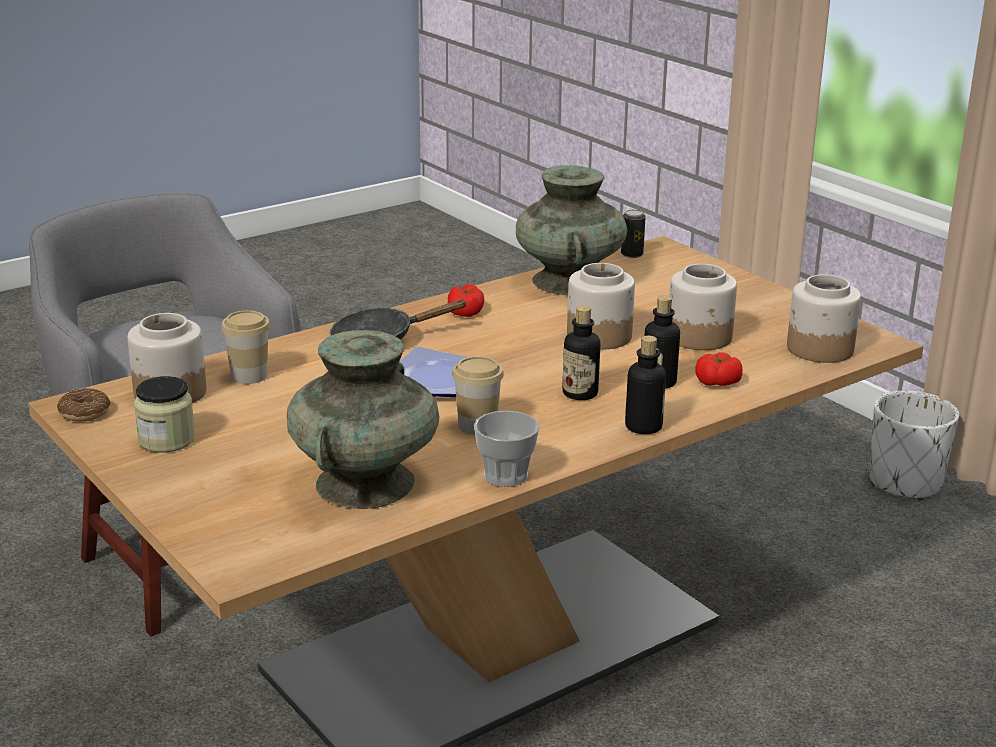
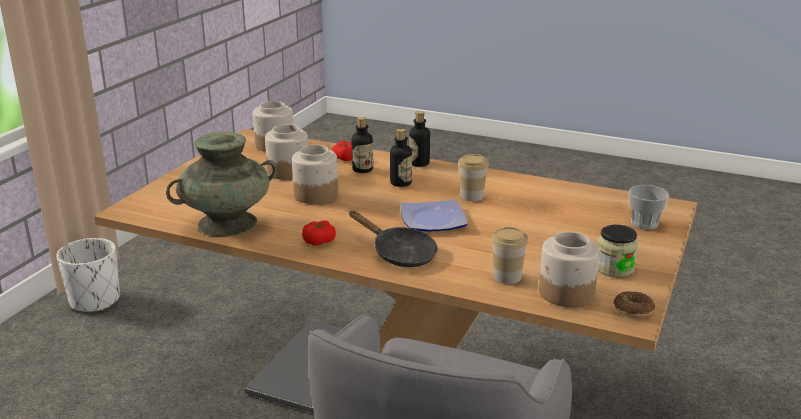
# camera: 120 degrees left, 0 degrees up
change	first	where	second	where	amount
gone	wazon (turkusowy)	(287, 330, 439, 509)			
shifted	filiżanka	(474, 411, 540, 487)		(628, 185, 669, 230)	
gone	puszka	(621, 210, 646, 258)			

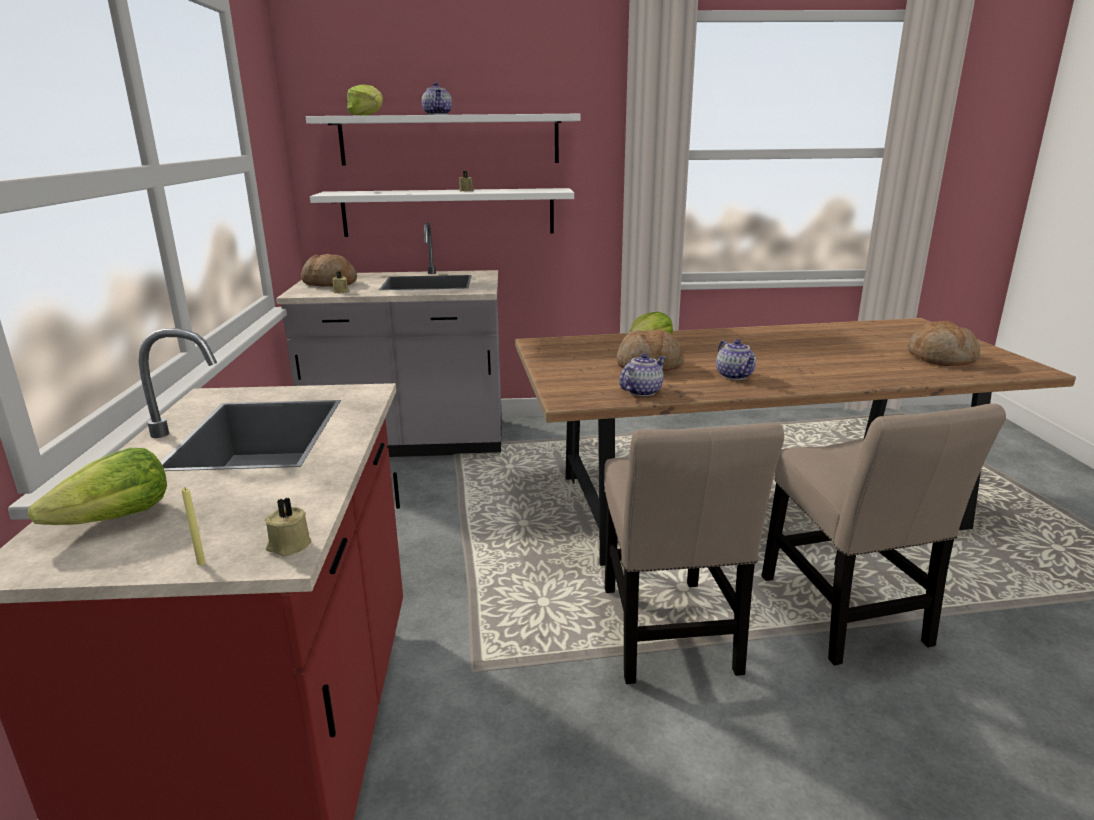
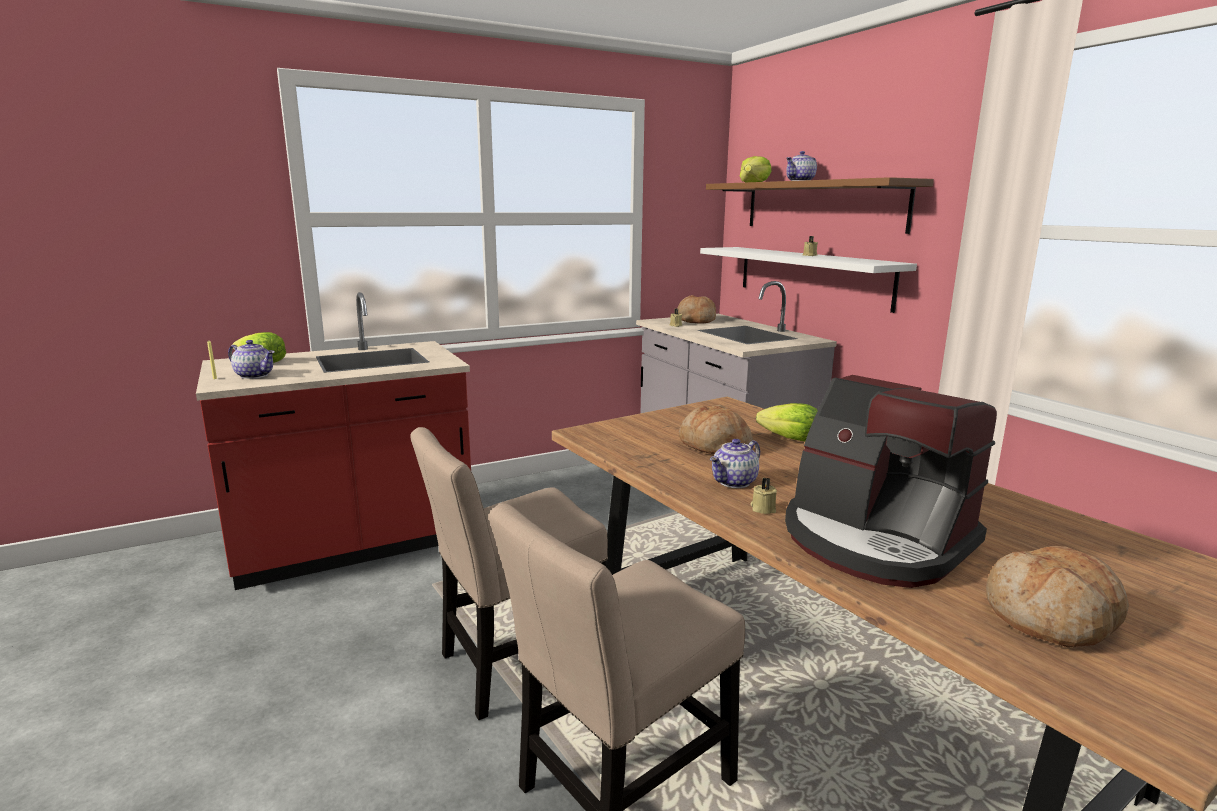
# camera: 65 degrees right, 5 degrees down
change	first	where	second	where	amount
shifted	świeca (beżowy)	(265, 497, 312, 557)		(750, 477, 777, 514)	
repainted	półka (biały)	(306, 114, 580, 166)	półka (brązowy)	(706, 177, 934, 234)	
shifted	imbryk	(619, 353, 666, 396)		(228, 340, 274, 379)	
new			ekspres do kawy	(785, 375, 997, 588)	

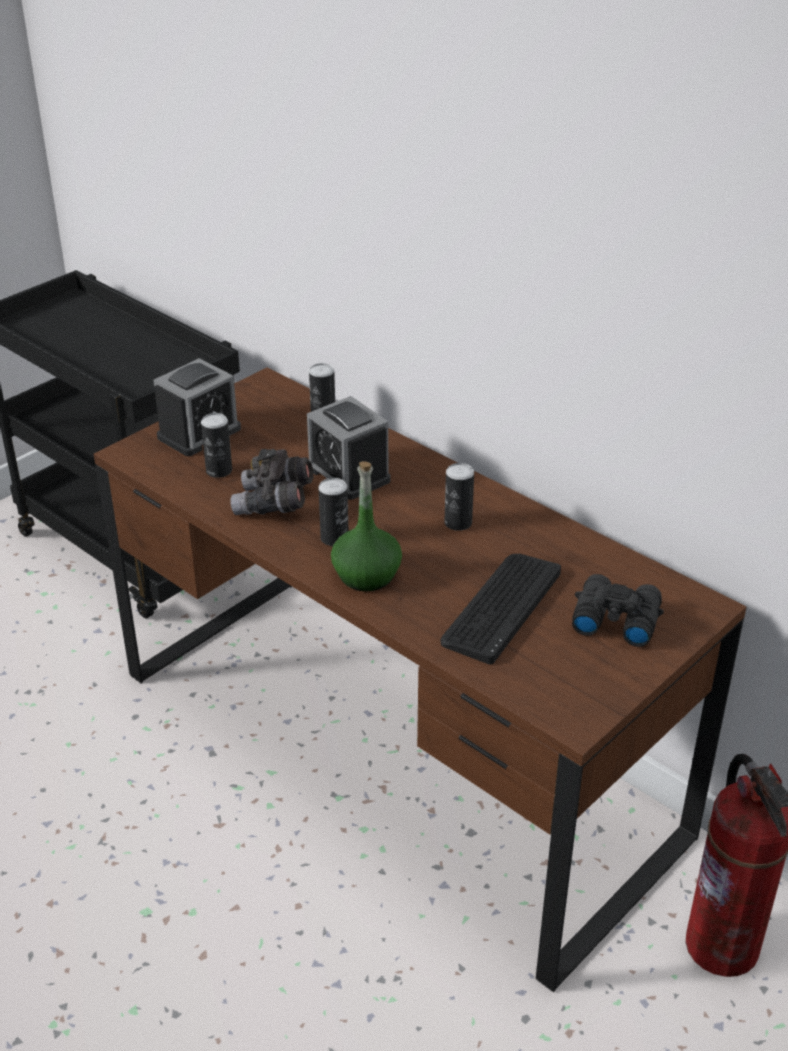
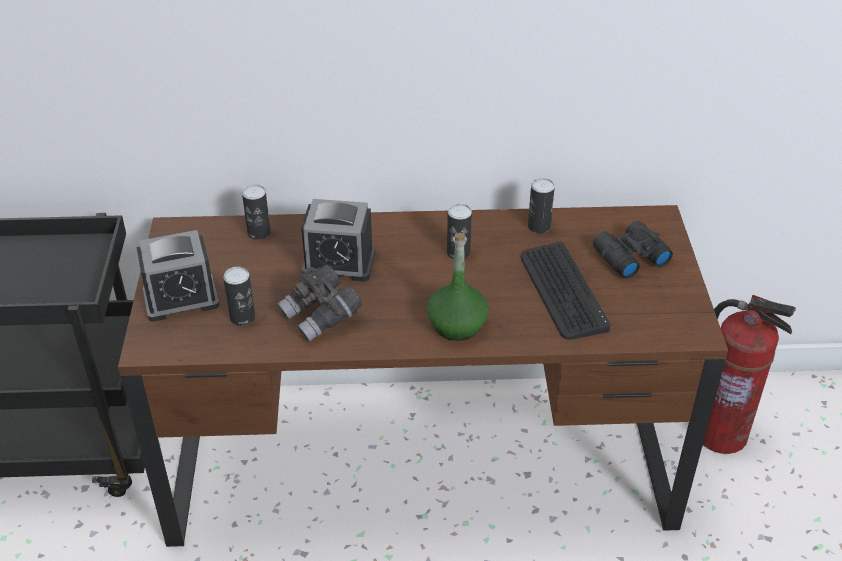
# camera: 45 degrees left, 5 degrees up
change	first	where	second	where	amount
rotated	budzik	(154, 358, 241, 456)		(137, 230, 219, 322)	75 degrees clockwise
shifted	puszka	(319, 478, 349, 546)		(528, 178, 555, 233)	

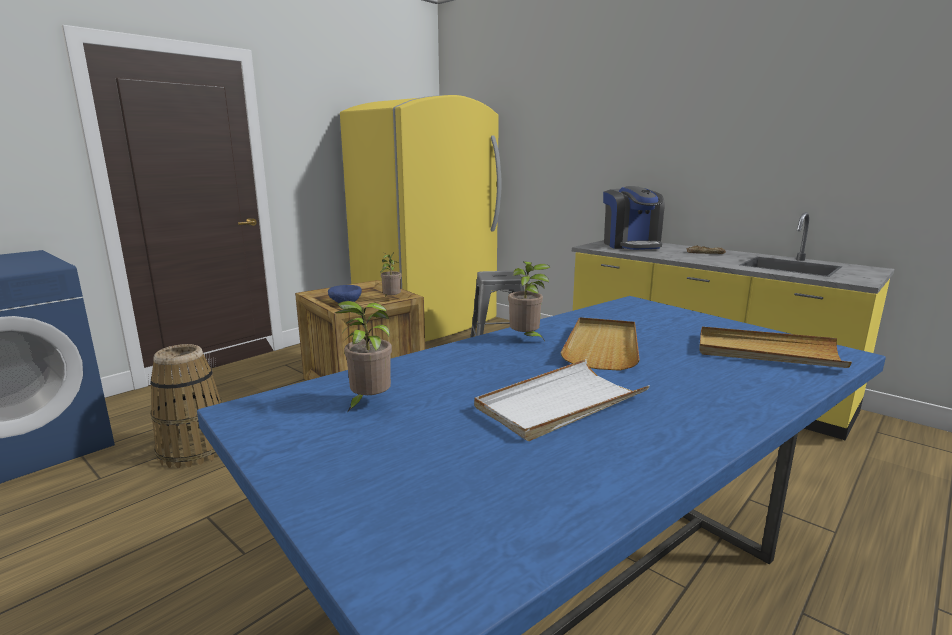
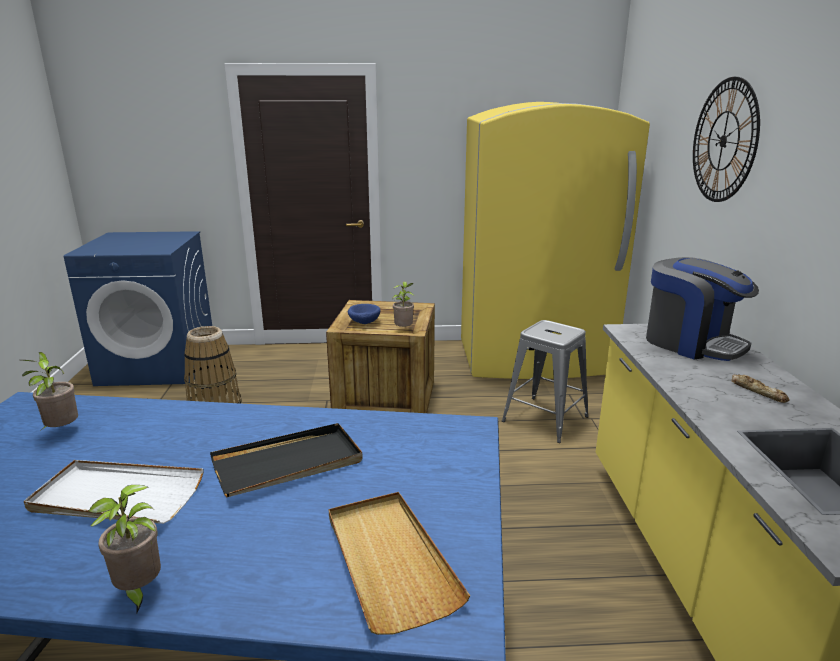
# camera: 45 degrees right, 5 degrees up
change	first	where	second	where	amount
shifted	roślina doniczkowa	(508, 261, 550, 341)		(88, 485, 161, 613)	
repainted	taca (beżowy)	(560, 317, 640, 371)	taca (czarny)	(210, 423, 363, 497)	
rotated	ekspres do kawy	(603, 186, 665, 250)		(646, 257, 759, 361)	75 degrees counterclockwise
new			zegar ścienny	(693, 77, 760, 202)	

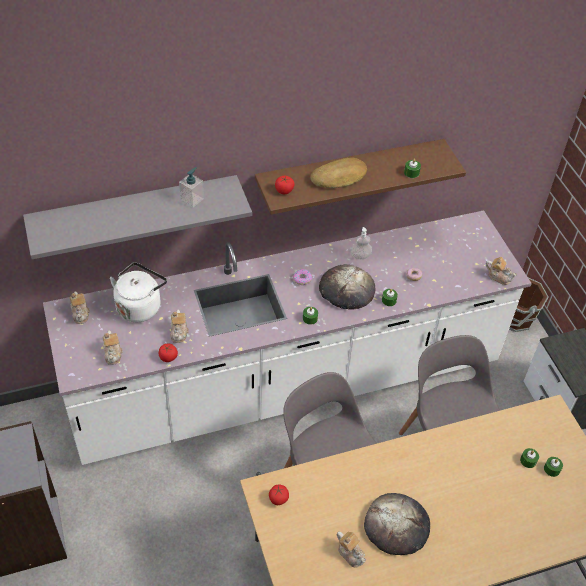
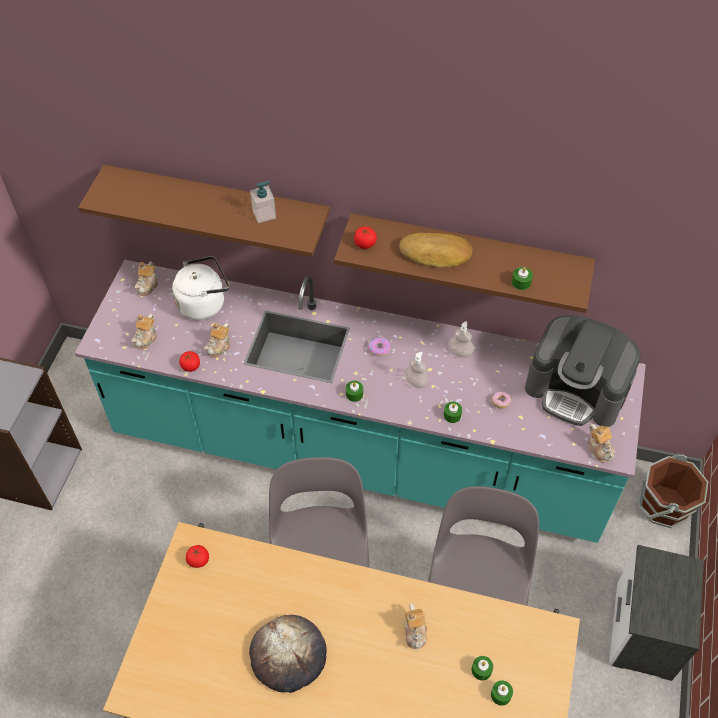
# camera: 35 degrees right, 5 degrees up
change	first	where	second	where	amount
repainted	półka (szary)	(23, 175, 252, 259)	półka (brązowy)	(78, 165, 330, 257)	
repainted	zabudowa kuchenna (biały)	(43, 210, 532, 465)	zabudowa kuchenna (turkusowy)	(75, 260, 646, 543)	
swapped	chleb	(319, 264, 376, 310)	dozownik mydła	(405, 352, 429, 388)	
shifted	imbryk	(337, 532, 366, 568)		(404, 604, 427, 649)	
new			ekspres do kawy	(525, 316, 641, 427)	

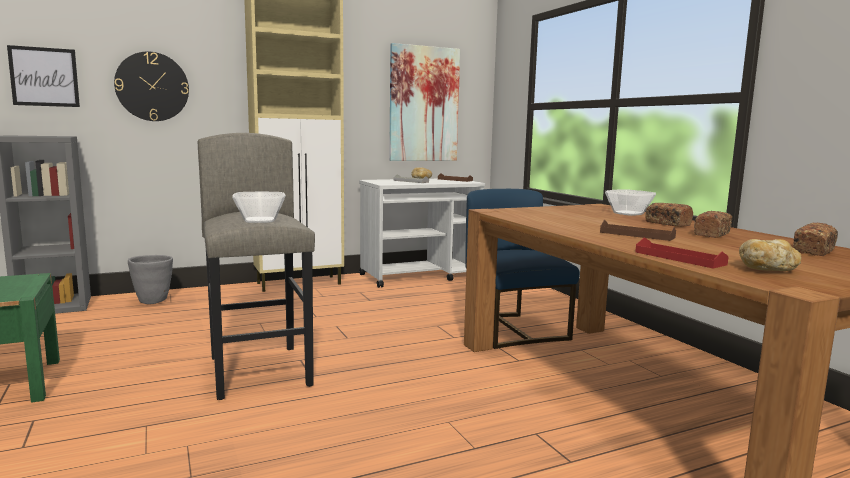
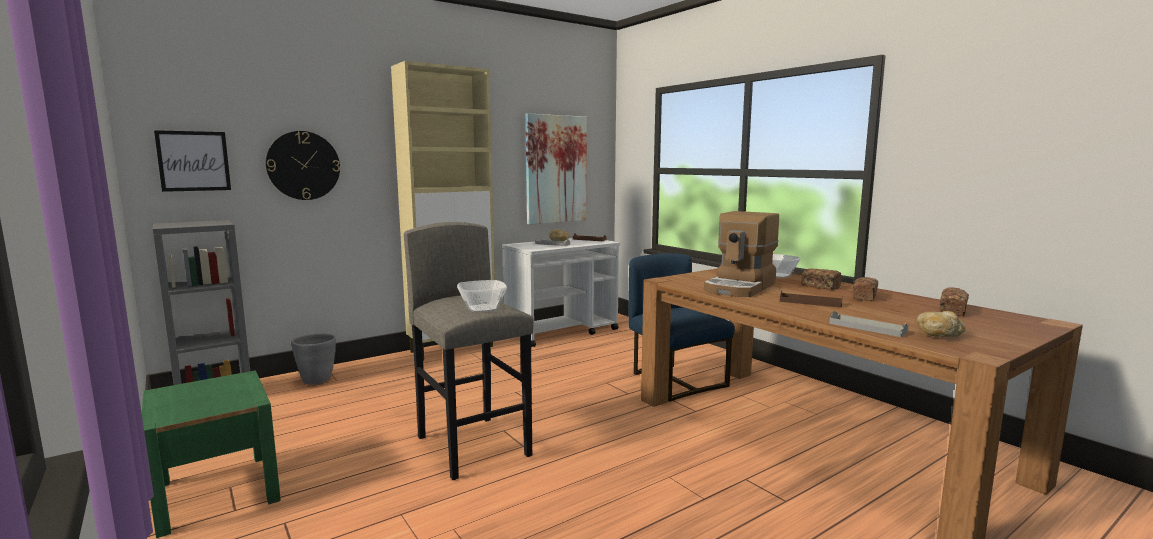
# camera: 10 degrees left, 0 degrees up
change	first	where	second	where	amount
repainted	taca (czerwony)	(635, 237, 729, 269)	taca (szary)	(829, 311, 909, 337)	
new			ekspres do kawy	(704, 211, 779, 297)	

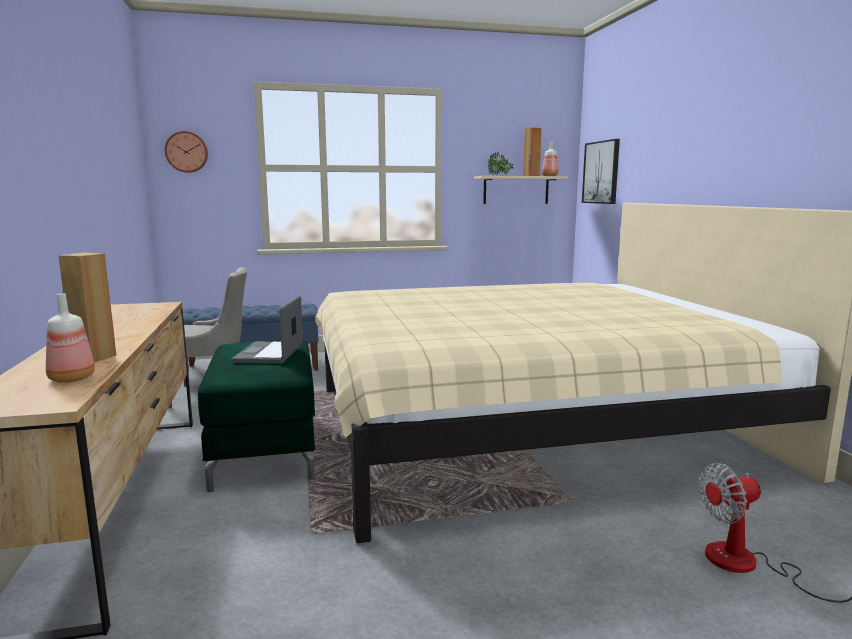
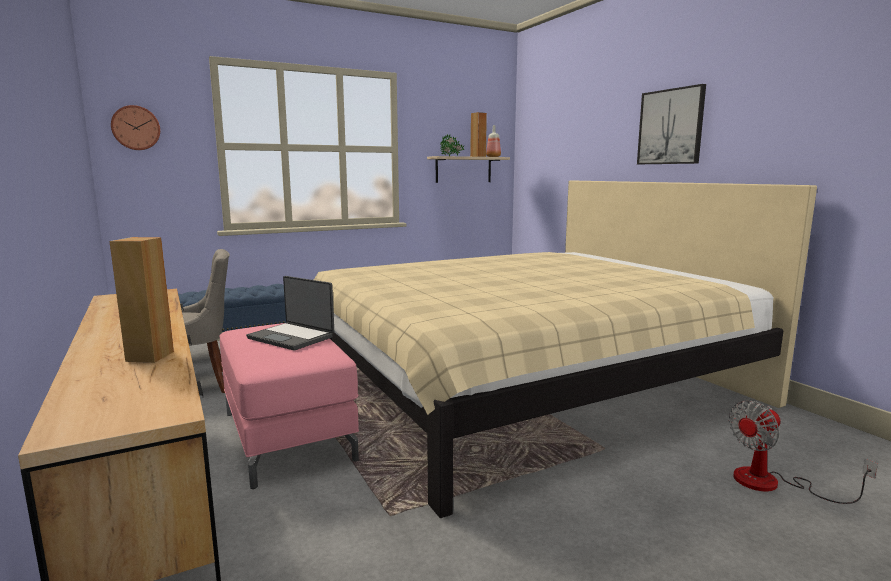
# camera: 15 degrees left, 0 degrees up
change	first	where	second	where	amount
gone	butelka	(46, 293, 95, 383)			
repainted	pufa (zielony)	(198, 340, 315, 492)	pufa (różowy)	(220, 323, 359, 489)	
rotated	laptop	(232, 296, 303, 364)		(246, 276, 334, 350)	45 degrees counterclockwise
shifted	obraz	(582, 139, 620, 204)		(637, 84, 706, 164)	

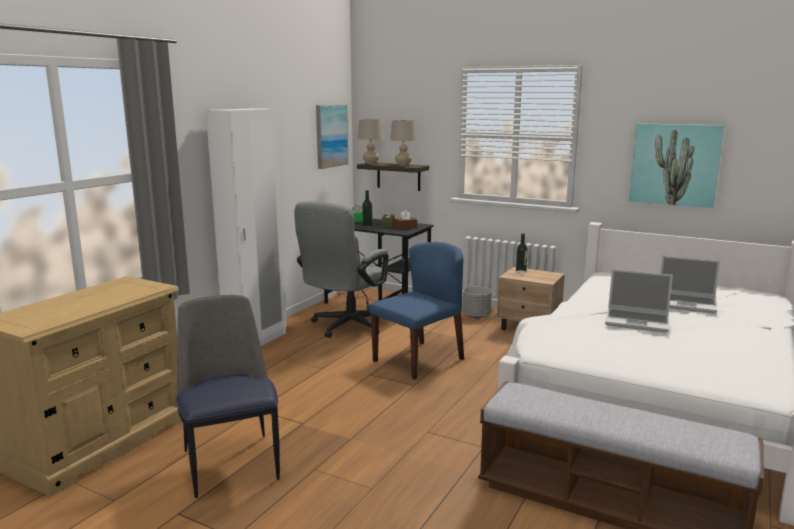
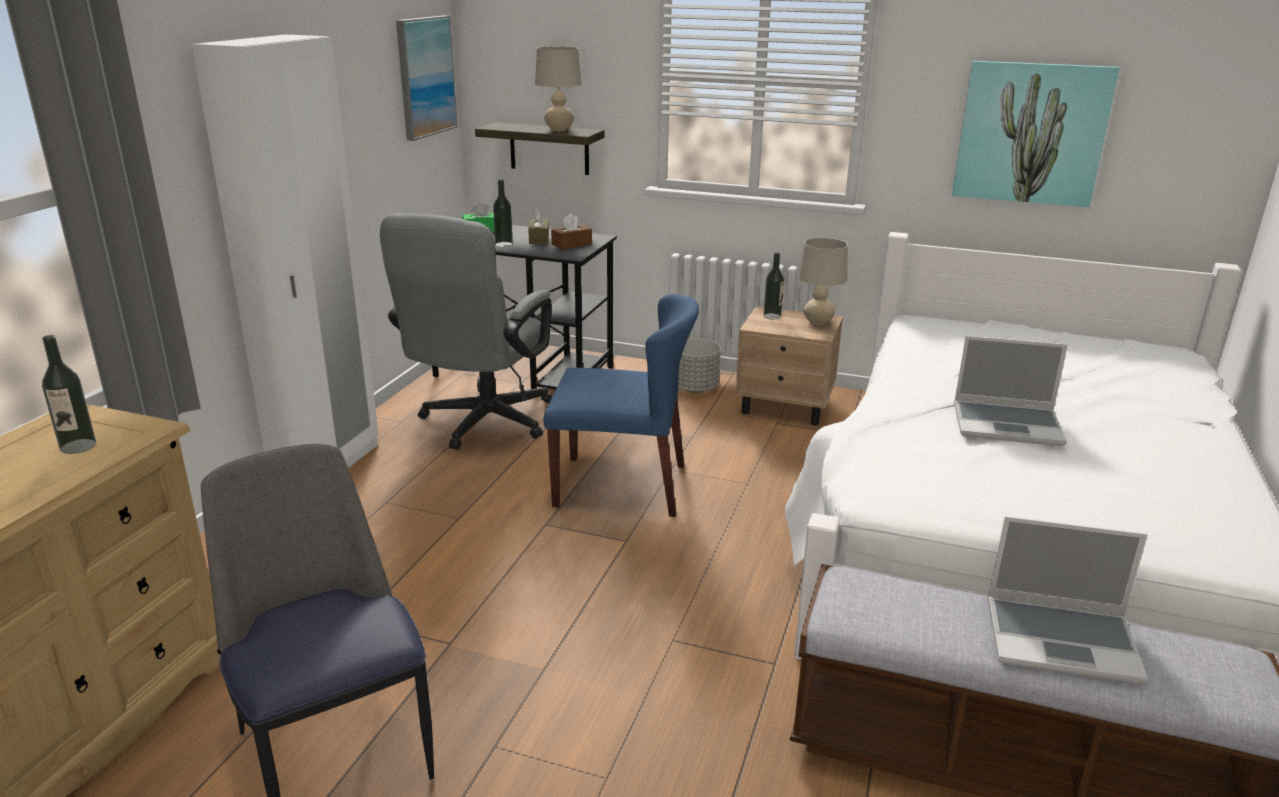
# camera: 10 degrees left, 10 degrees up
change	first	where	second	where	amount
shifted	lampa stołowa (beżowy)	(358, 119, 383, 164)		(798, 238, 848, 325)	
rotated	krzesło (niebieski)	(369, 242, 464, 380)		(544, 294, 699, 517)	60 degrees clockwise
shifted	laptop	(660, 256, 720, 314)		(988, 516, 1148, 684)	
new			butelka	(42, 335, 96, 454)	

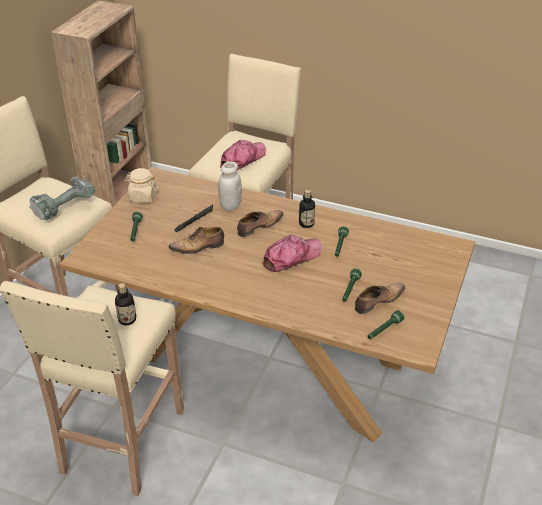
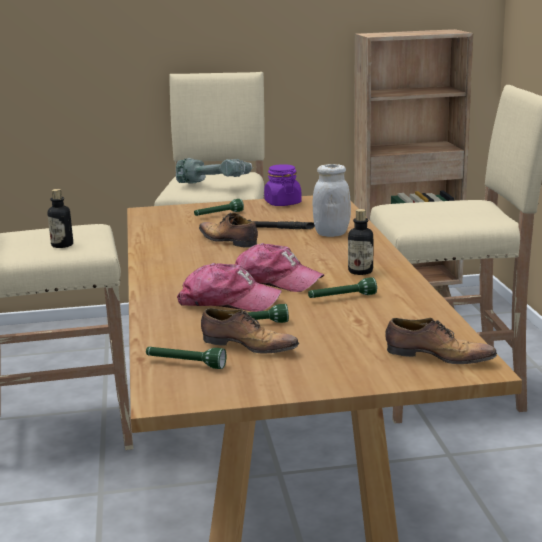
# camera: 60 degrees right, 20 degrees down
change	first	where	second	where	amount
repainted	słoik (beżowy)	(125, 168, 158, 203)	słoik (fioletowy)	(264, 164, 302, 206)	
shifted	czapka z daszkiem	(220, 140, 266, 170)		(177, 263, 282, 312)	
shifted	but	(237, 210, 284, 237)		(386, 318, 497, 364)	

